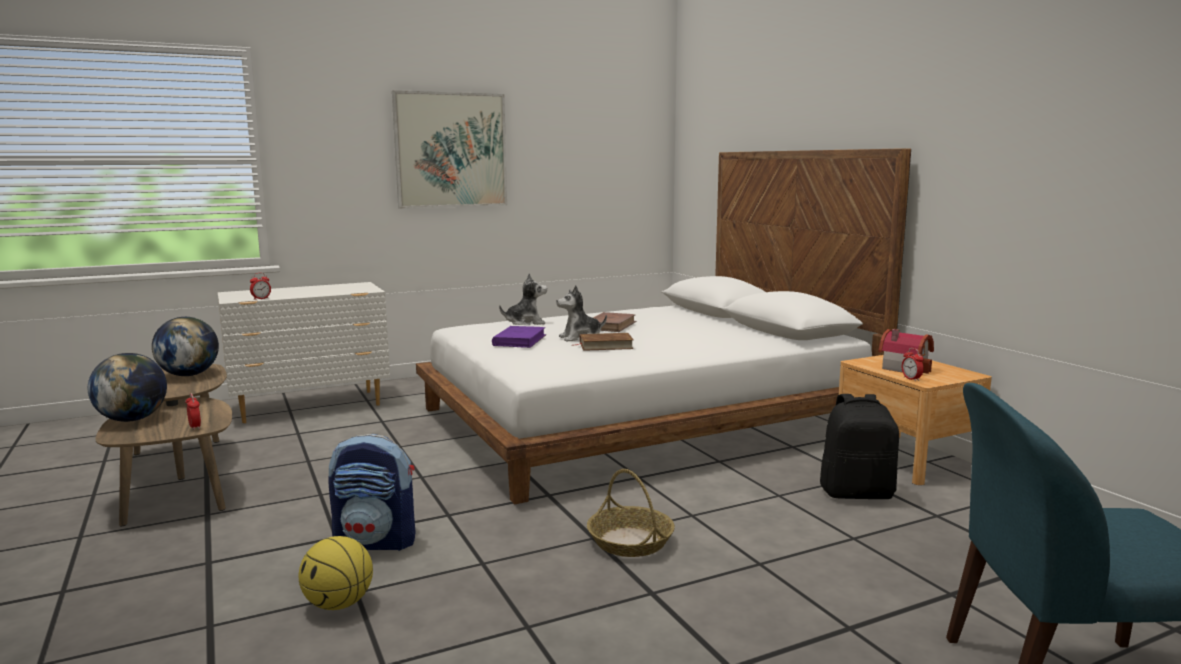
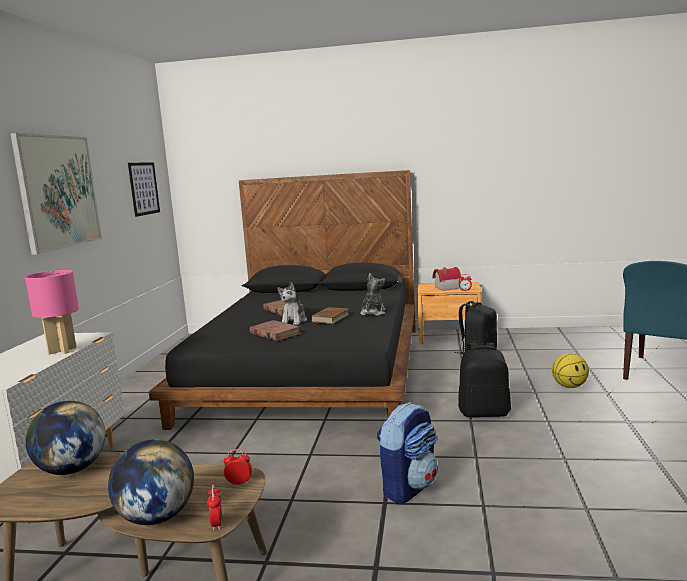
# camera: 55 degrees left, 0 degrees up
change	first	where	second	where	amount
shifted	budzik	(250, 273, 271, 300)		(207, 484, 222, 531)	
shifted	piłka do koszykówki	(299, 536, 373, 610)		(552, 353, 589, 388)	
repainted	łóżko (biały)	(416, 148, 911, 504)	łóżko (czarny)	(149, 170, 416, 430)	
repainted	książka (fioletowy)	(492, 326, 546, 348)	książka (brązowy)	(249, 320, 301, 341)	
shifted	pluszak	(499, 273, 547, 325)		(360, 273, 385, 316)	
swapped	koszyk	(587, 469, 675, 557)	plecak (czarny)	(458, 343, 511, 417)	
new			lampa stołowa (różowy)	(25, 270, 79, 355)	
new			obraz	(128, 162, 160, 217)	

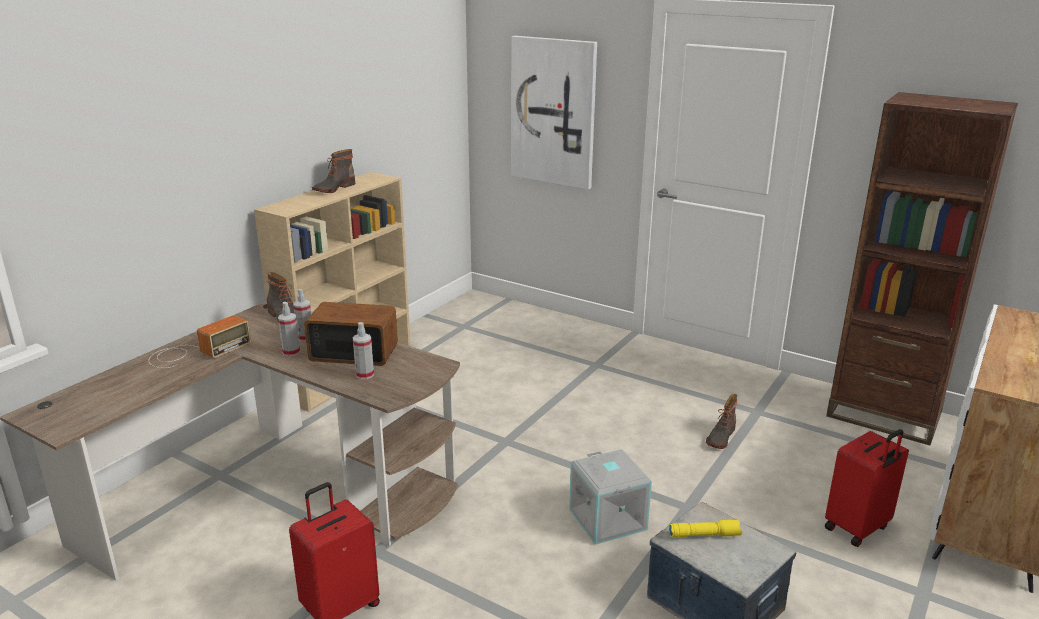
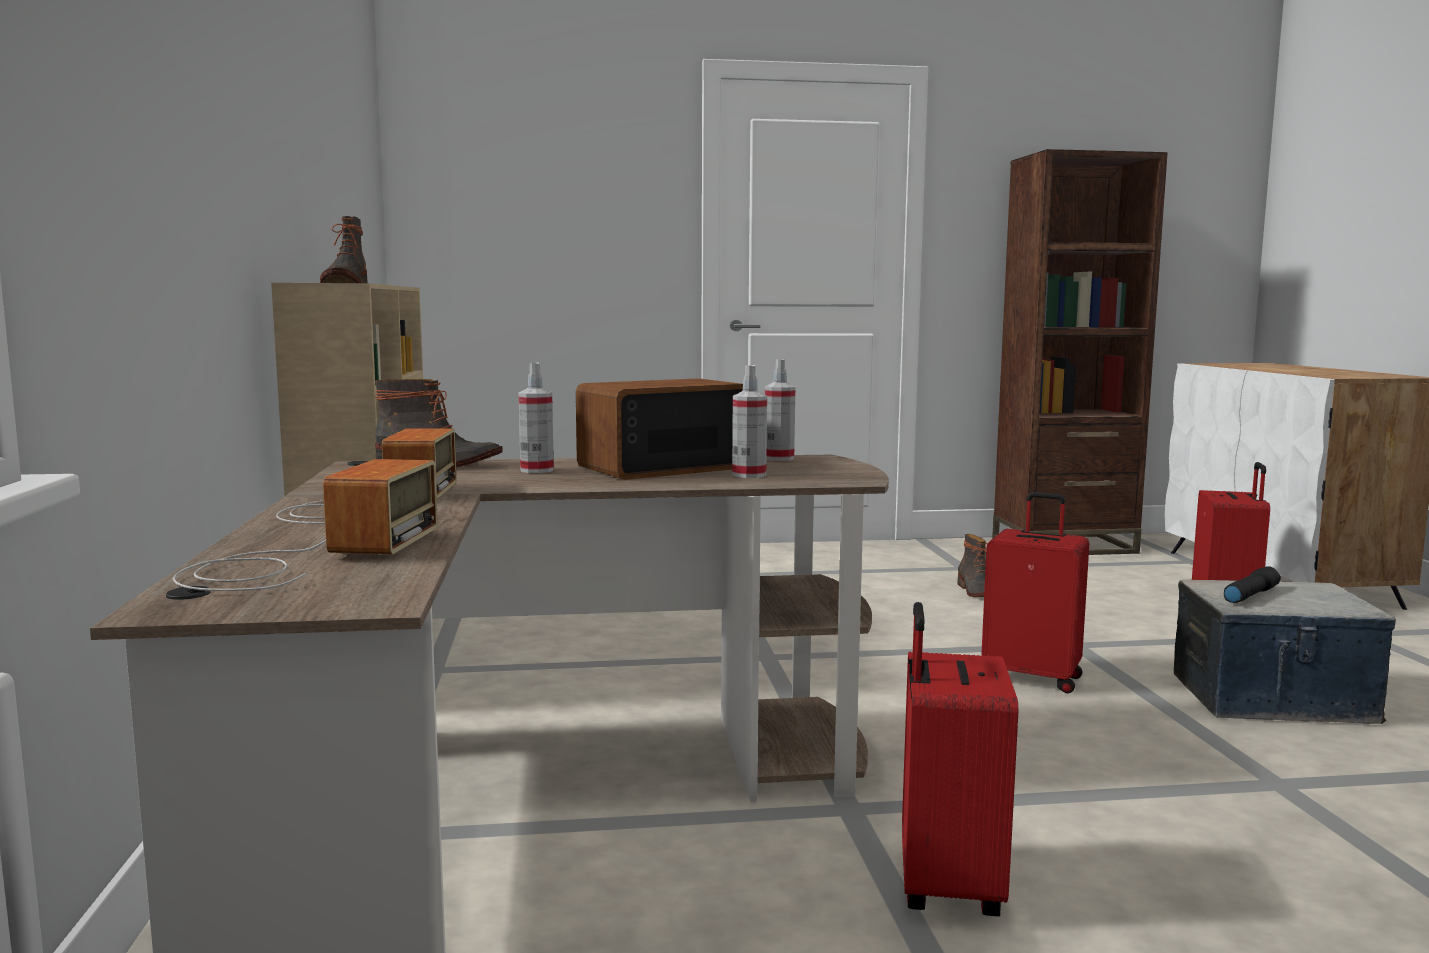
# camera: 40 degrees left, 15 degrees down
change	first	where	second	where	amount
shifted	spryskiwacz	(278, 302, 300, 357)		(765, 359, 795, 461)	
gone	obraz	(511, 36, 597, 189)			
swapped	pojemnik do przechowywania (szary)	(569, 449, 652, 545)	walizka (czerwony)	(981, 492, 1089, 693)	
repainted	latarka (żółty)	(669, 520, 742, 537)	latarka (czarny)	(1224, 566, 1281, 603)	
new			radio	(173, 459, 438, 591)	

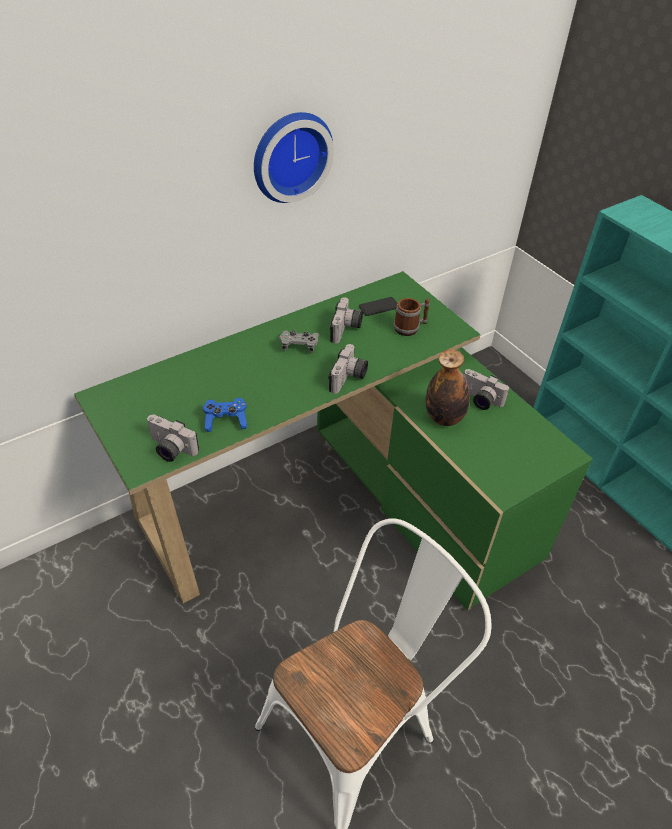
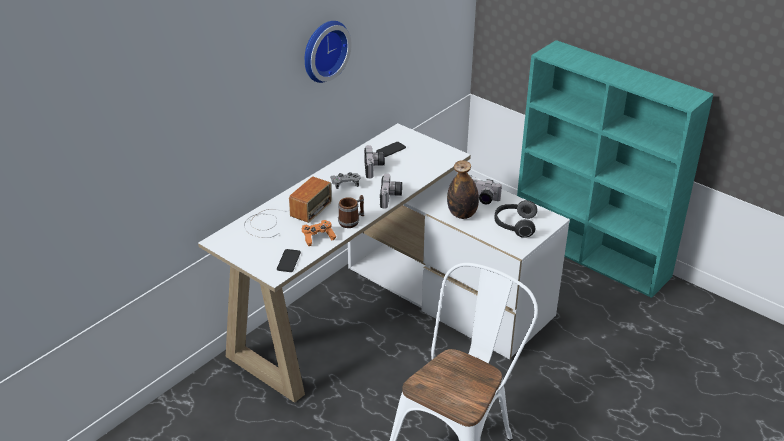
# camera: 15 degrees left, 10 degrees down
change	first	where	second	where	amount
repainted	biurko (zielony)	(74, 271, 593, 611)	biurko (biały)	(198, 123, 570, 403)	
swapped	aparat fotograficzny	(146, 415, 199, 462)	telefon	(277, 249, 301, 272)	
repainted	pad do gier (niebieski)	(203, 398, 247, 432)	pad do gier (pomarańczowy)	(302, 220, 336, 246)	
shifted	kubek	(393, 298, 430, 336)		(338, 195, 364, 228)	
new			radio	(244, 176, 332, 238)	
new			słuchawki	(494, 200, 537, 238)	

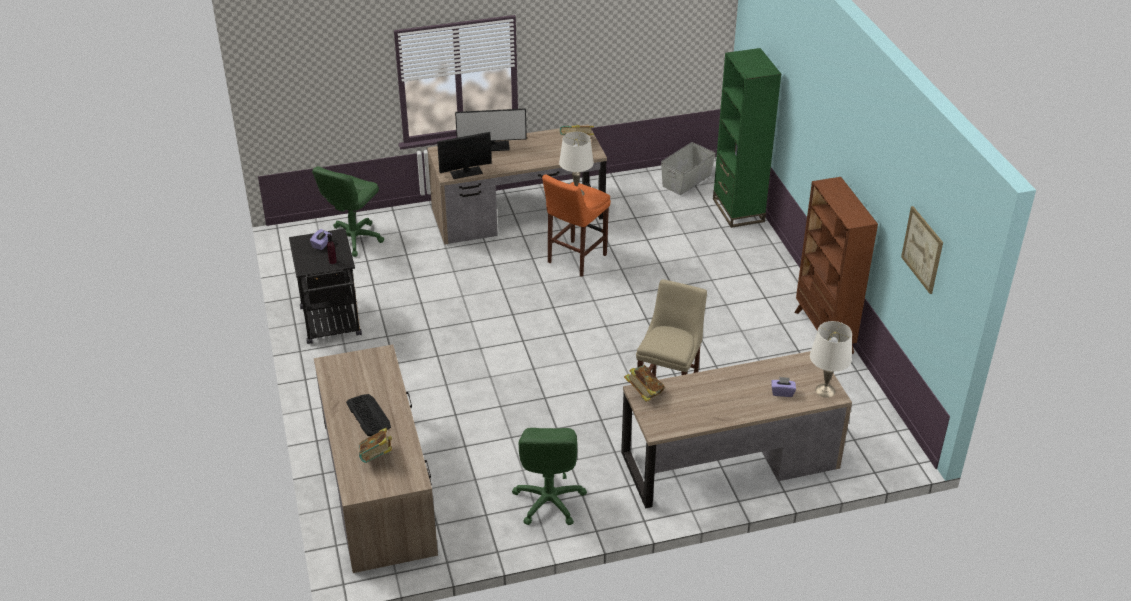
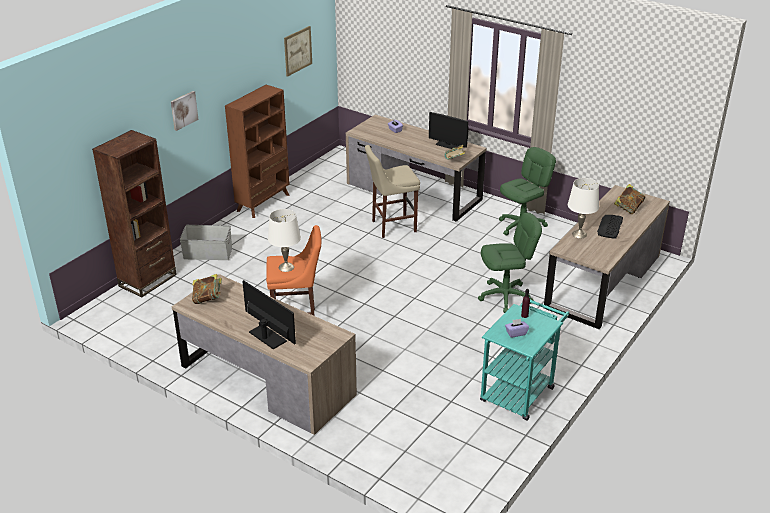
# camera: 130 degrees left, 5 degrees down
change	first	where	second	where	amount
repainted	wózek (czarny)	(289, 229, 362, 344)	wózek (turkusowy)	(480, 297, 569, 421)	
shifted	krzesło biurowe (zielony)	(312, 166, 384, 257)		(478, 213, 542, 313)	
shifted	monitor	(437, 132, 492, 179)		(429, 112, 468, 149)	
shifted	pojemnik do przechowywania (szary)	(661, 142, 716, 195)		(180, 225, 232, 260)	
repainted	regał (zielony)	(713, 48, 781, 228)	regał (brązowy)	(92, 130, 177, 298)	
shifted	lampa stołowa (biały)	(810, 321, 852, 398)		(568, 178, 599, 238)	
new			obraz	(171, 91, 199, 131)	

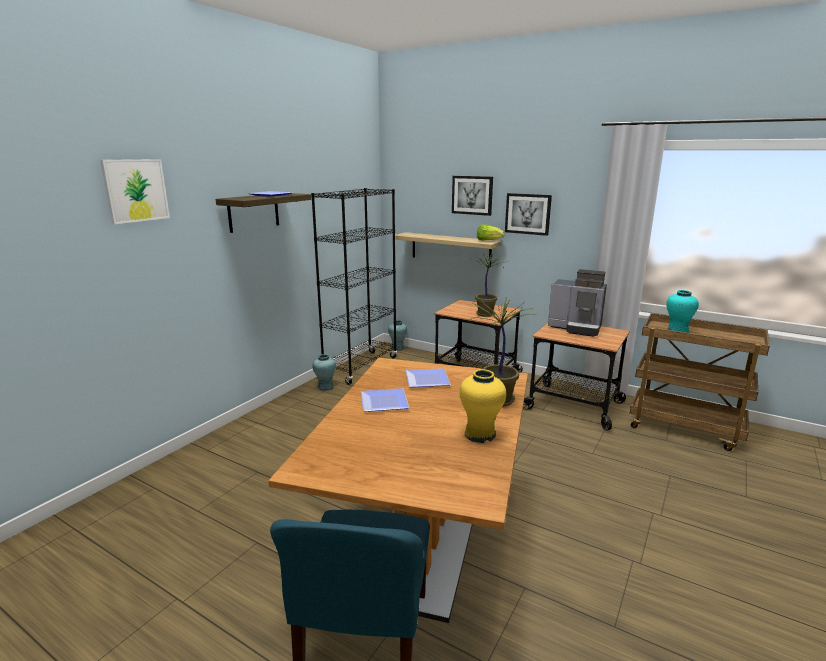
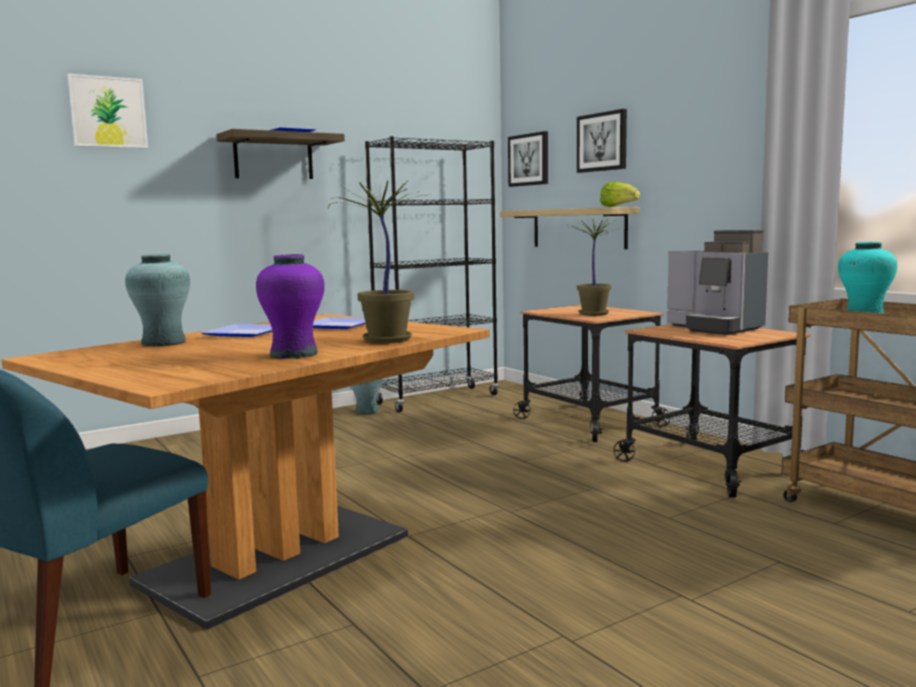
# camera: 25 degrees right, 10 degrees down
change	first	where	second	where	amount
shifted	wazon (turkusowy)	(388, 320, 407, 351)		(125, 254, 190, 346)	
repainted	wazon (żółty)	(459, 369, 506, 443)	wazon (fioletowy)	(256, 254, 325, 359)	
shifted	obraz	(505, 193, 552, 236)		(508, 131, 548, 187)	

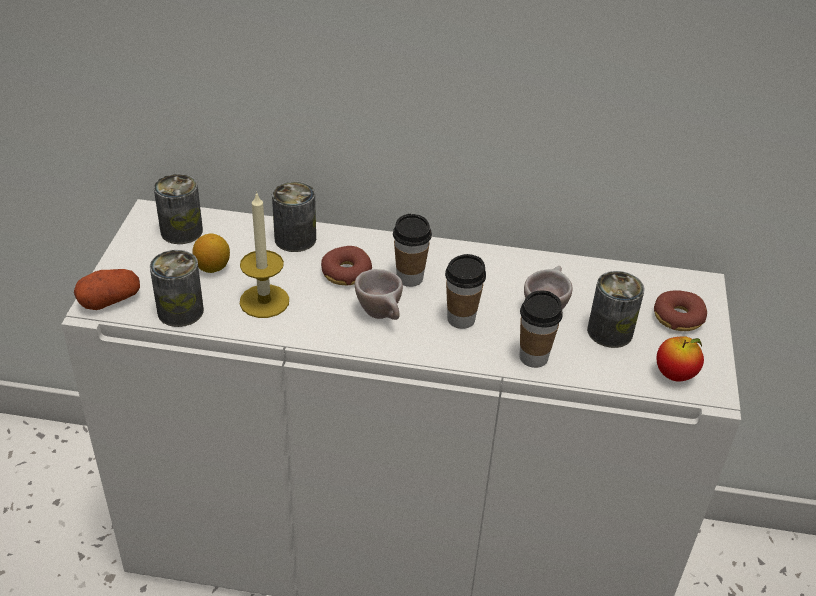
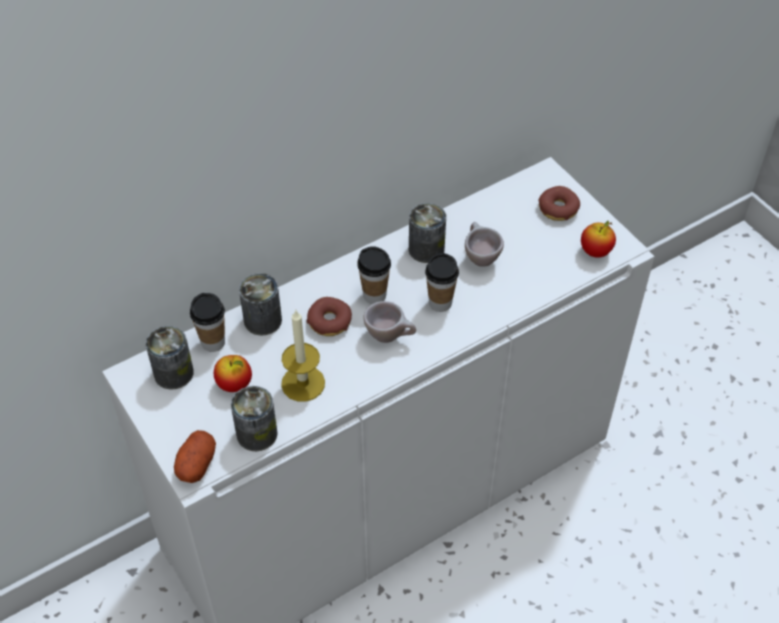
# camera: 40 degrees left, 10 degrees up
change	first	where	second	where	amount
swapped	cytryna	(192, 233, 230, 273)	jabłko	(214, 355, 252, 392)	
shifted	filiżanka	(519, 291, 562, 368)		(190, 293, 225, 352)	
shifted	puszka	(587, 271, 645, 348)		(409, 203, 446, 263)	

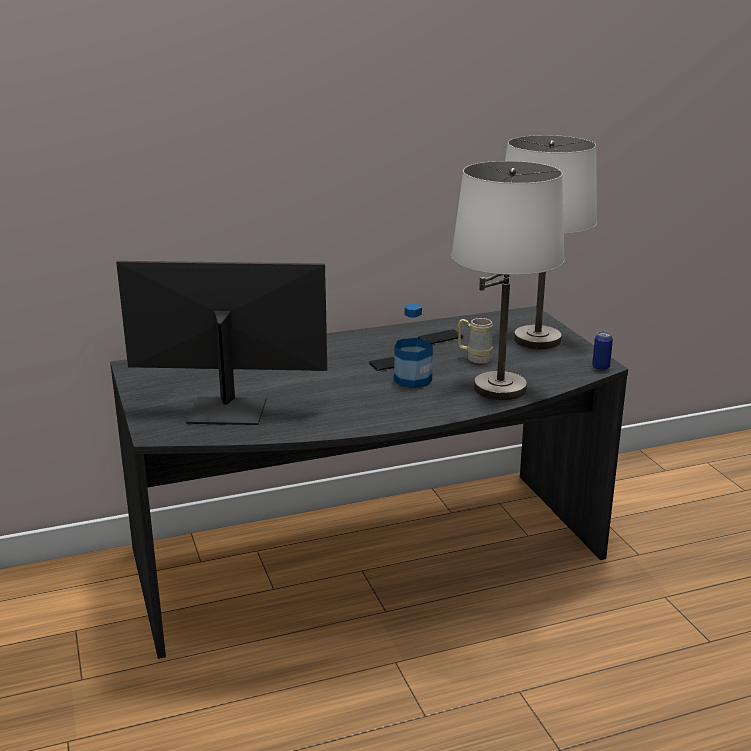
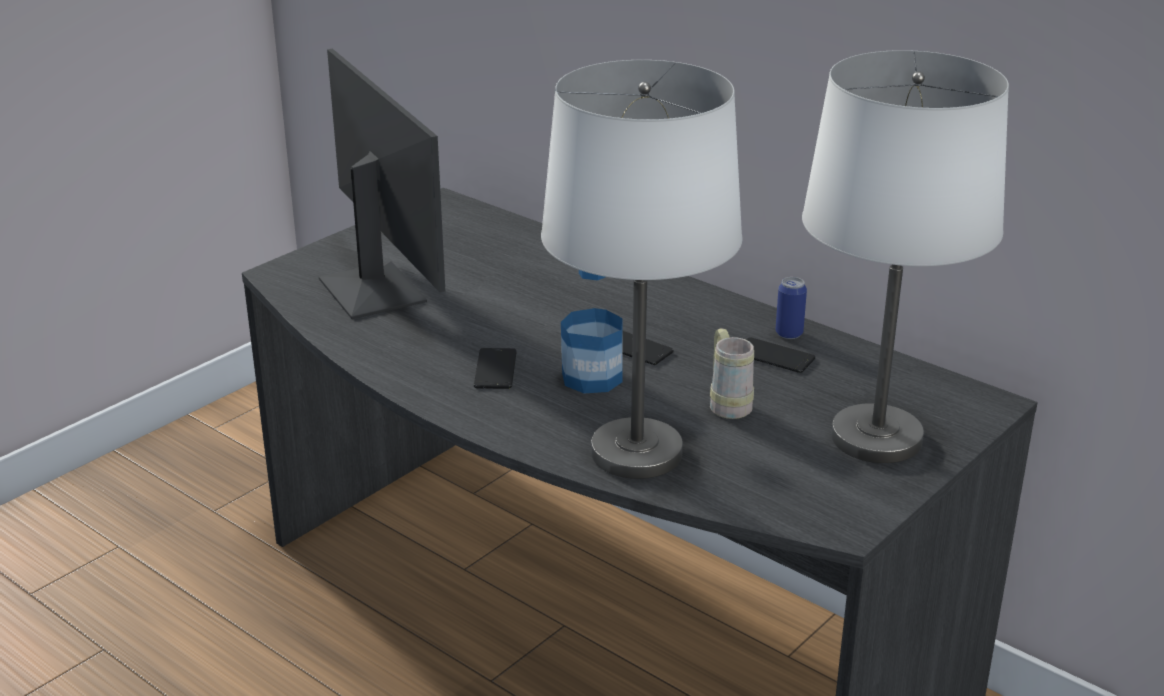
# camera: 60 degrees right, 5 degrees up
change	first	where	second	where	amount
shifted	puszka	(592, 331, 613, 370)		(775, 277, 807, 339)	
new			telefon	(474, 348, 517, 389)	

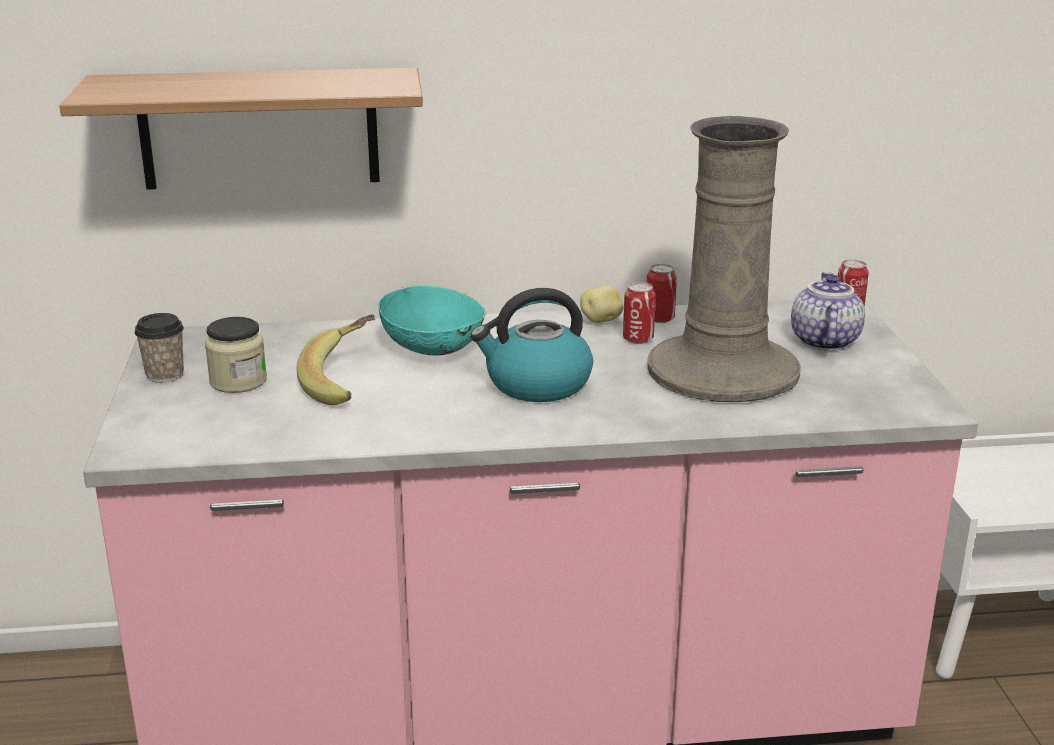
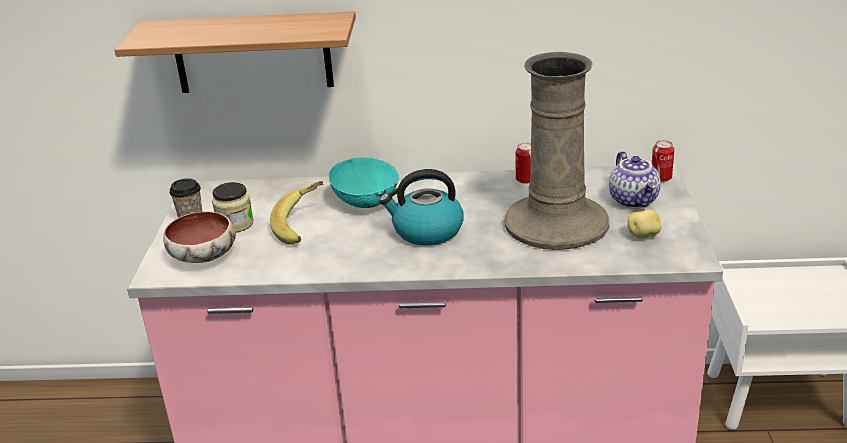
# camera: 10 degrees right, 5 degrees up
change	first	where	second	where	amount
shifted	ziemniak	(580, 285, 623, 323)		(627, 210, 661, 239)	
gone	puszka	(623, 282, 656, 344)			
rotated	imbryk	(791, 272, 865, 351)		(609, 151, 661, 209)	150 degrees clockwise
new			miska	(163, 211, 236, 263)	

